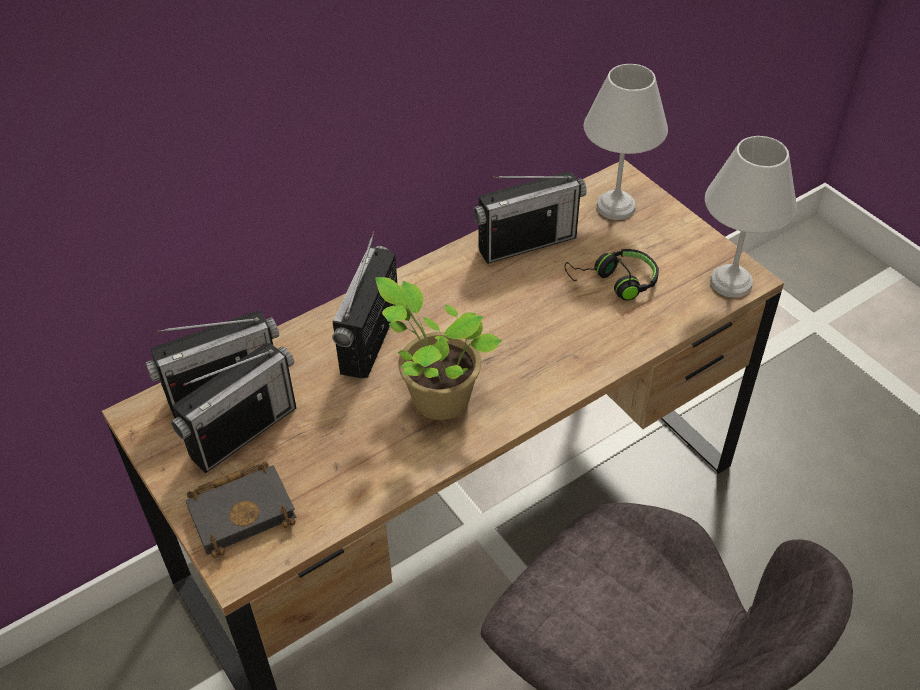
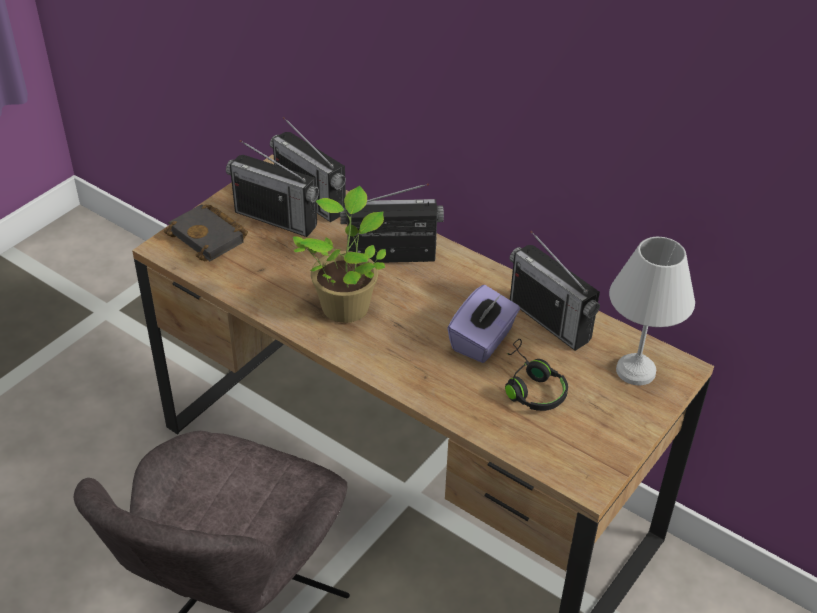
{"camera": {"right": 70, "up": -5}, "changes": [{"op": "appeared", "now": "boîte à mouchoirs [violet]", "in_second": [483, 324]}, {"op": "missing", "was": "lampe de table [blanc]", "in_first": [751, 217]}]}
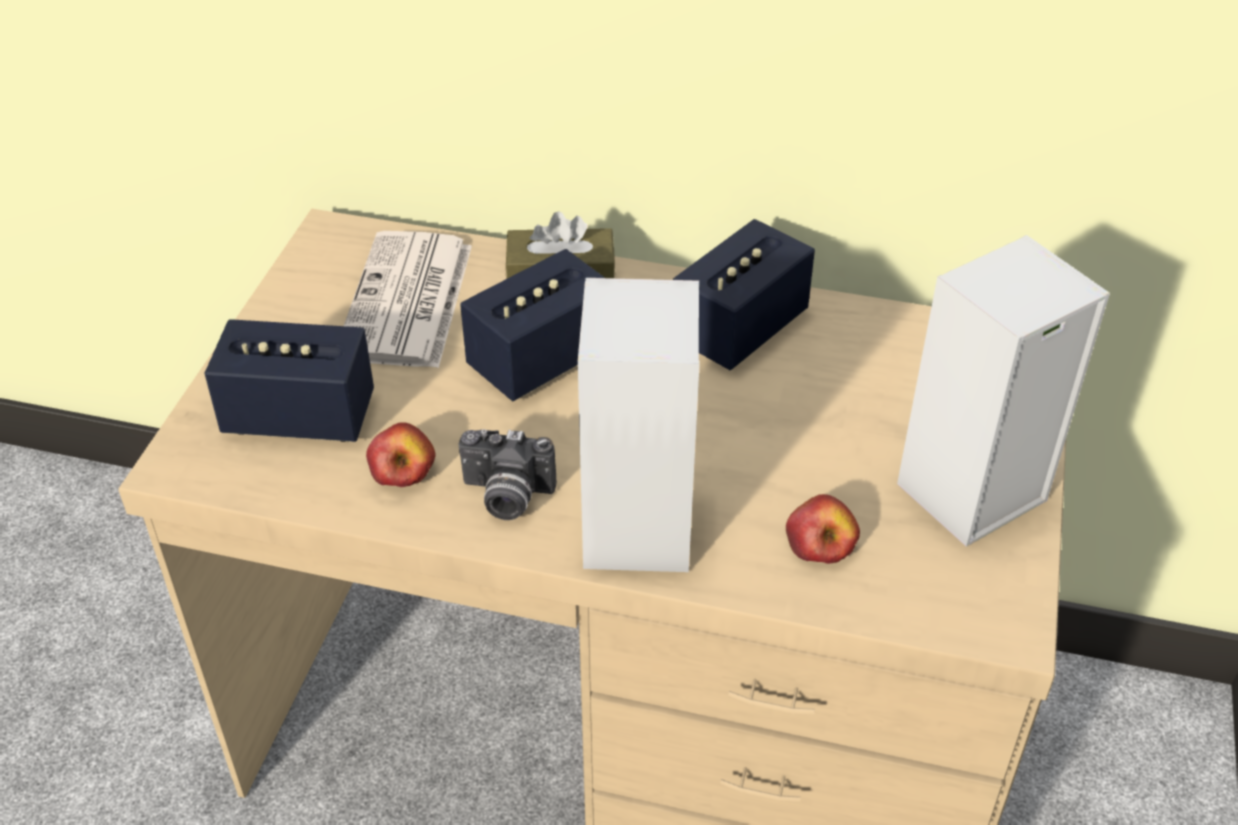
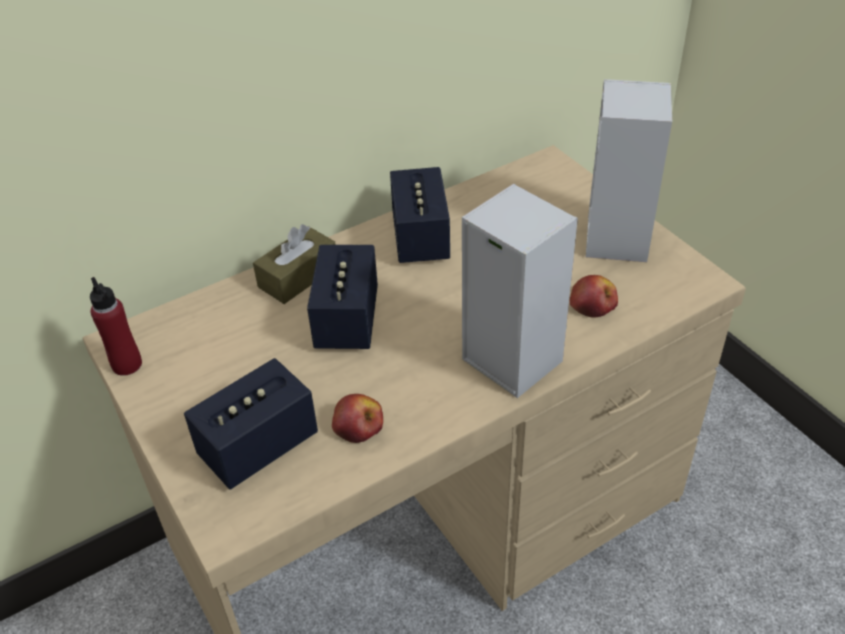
{"camera": {"right": -45, "up": 0}, "changes": [{"op": "appeared", "now": "bouteille [rouge]", "in_second": [116, 326]}, {"op": "missing", "was": "journal", "in_first": [408, 299]}, {"op": "missing", "was": "appareil photo", "in_first": [507, 474]}]}
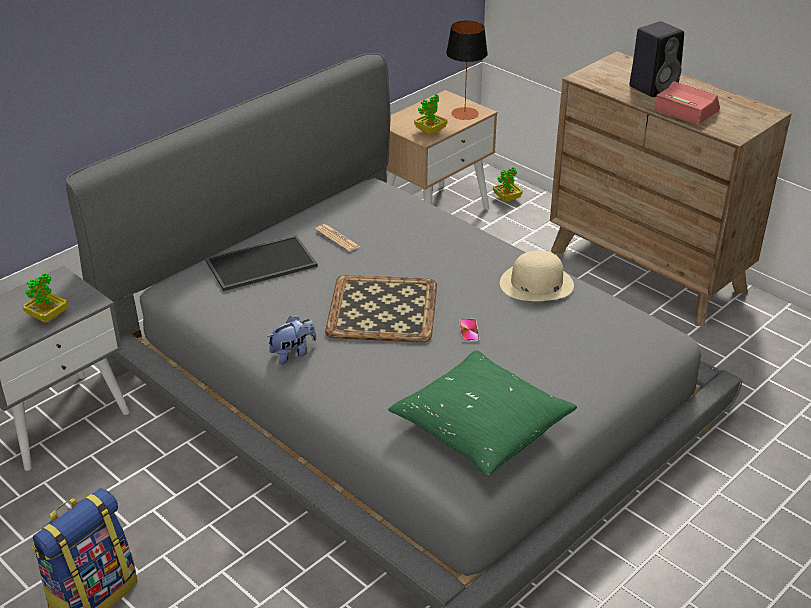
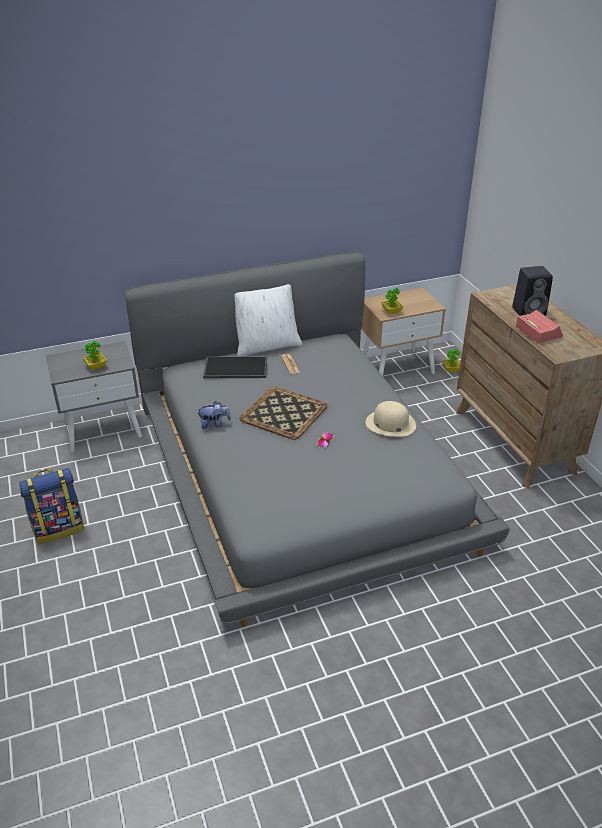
{"camera": {"right": 25, "up": 0}, "changes": [{"op": "appeared", "now": "coussin [blanc]", "in_second": [268, 320]}, {"op": "missing", "was": "coussin [vert]", "in_first": [482, 413]}, {"op": "missing", "was": "lampe de table", "in_first": [467, 70]}]}
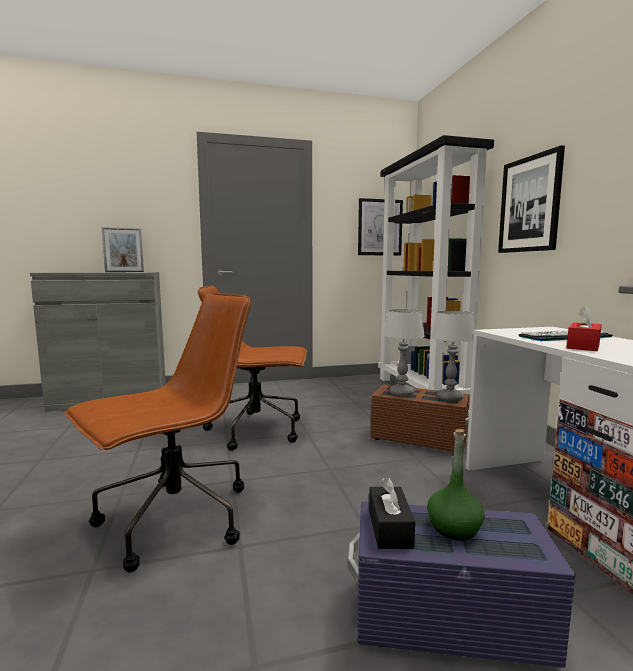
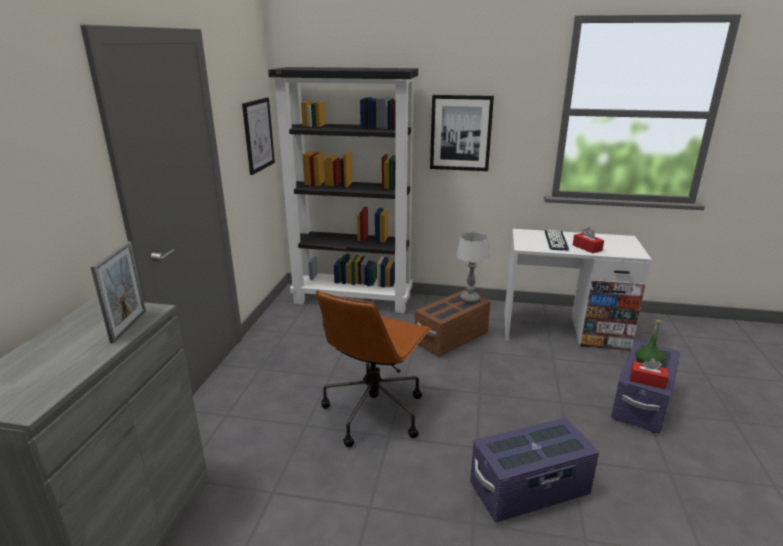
{"camera": {"right": -65, "up": 15}, "changes": [{"op": "exchanged", "was": "chaise de bureau [marron]", "now": "boîte de rangement [violet]", "in_first": [158, 433], "in_second": [534, 470]}, {"op": "colour", "was": "boîte à mouchoirs [noir]", "now": "boîte à mouchoirs [rouge]", "in_first": [392, 513], "in_second": [649, 373]}, {"op": "missing", "was": "lampe de table", "in_first": [404, 352]}]}
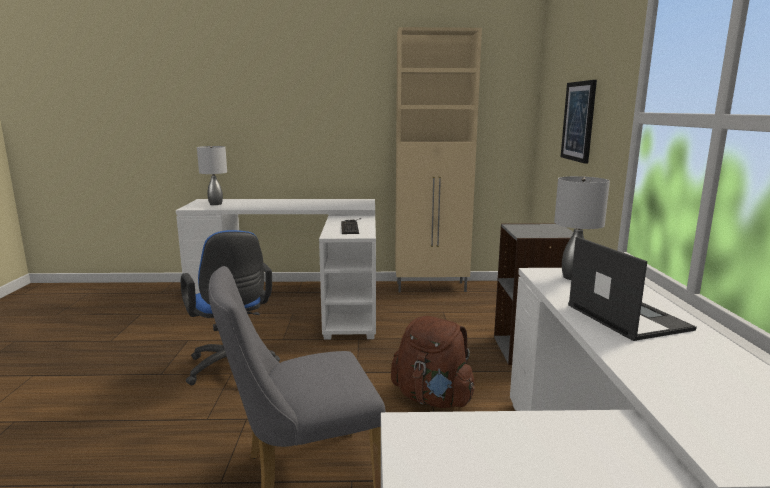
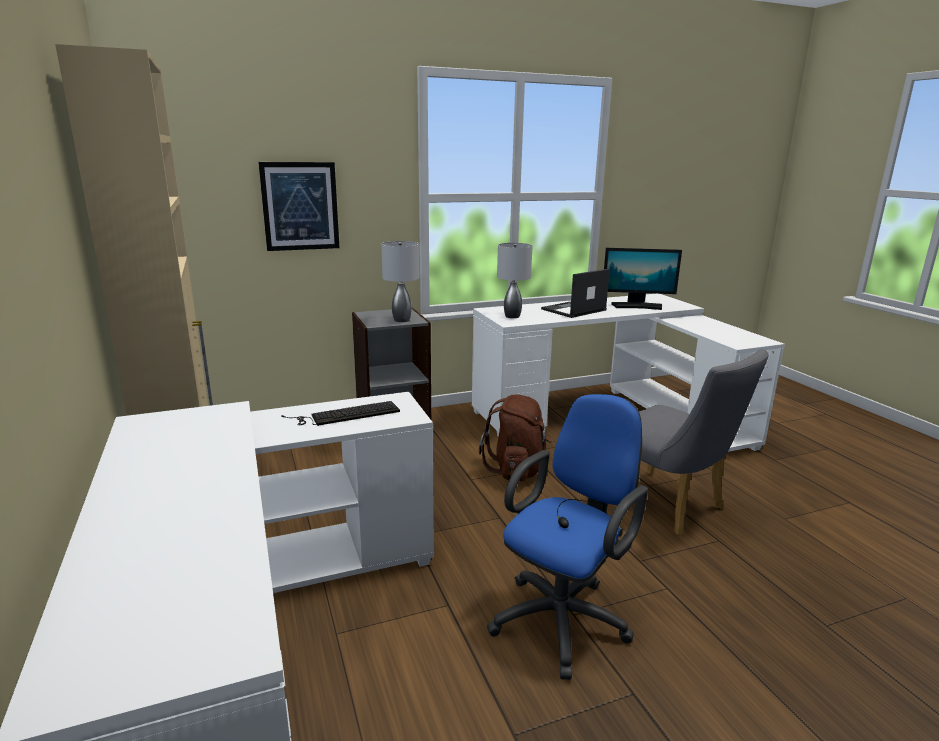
{"camera": {"right": -110, "up": 5}, "changes": [{"op": "relocated", "was": "lampe de table [gris]", "in_first": [212, 175], "in_second": [400, 281]}, {"op": "appeared", "now": "écran d'ordinateur", "in_second": [643, 279]}]}
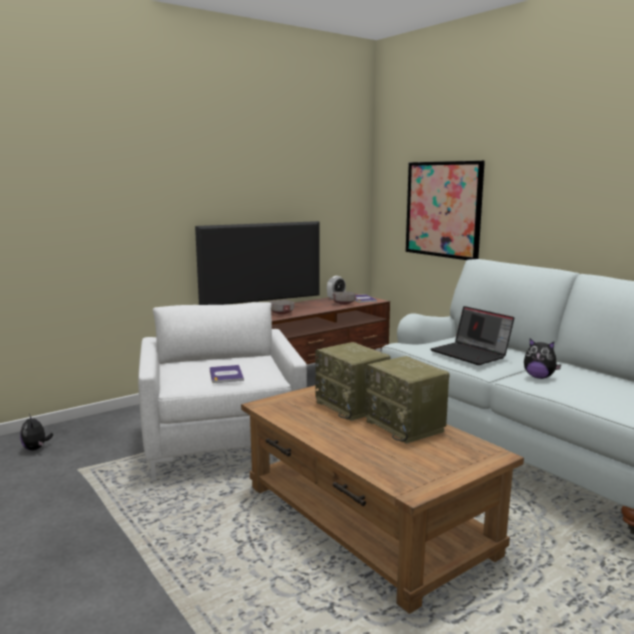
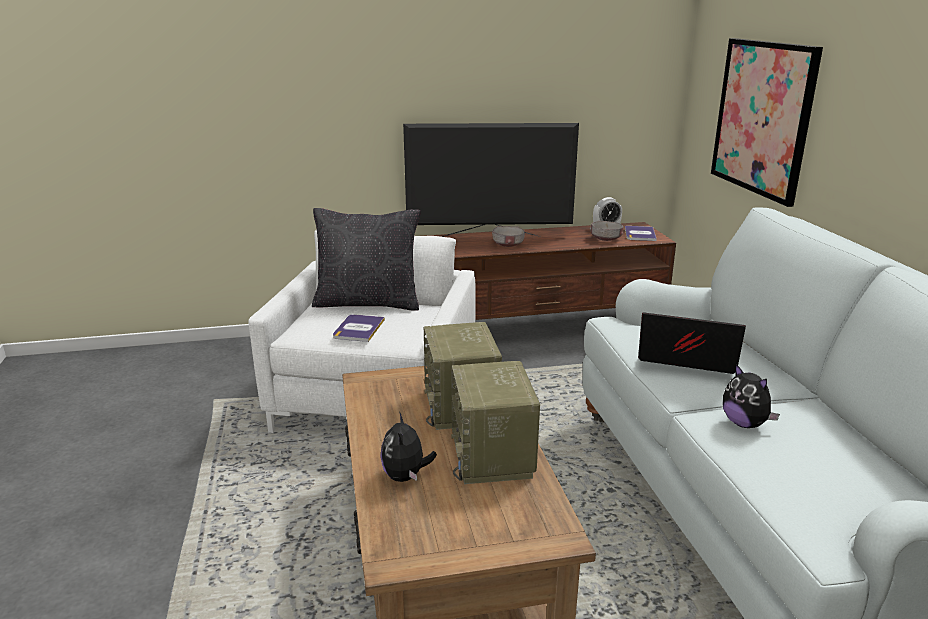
{"camera": {"right": 25, "up": 10}, "changes": [{"op": "appeared", "now": "coussin [noir]", "in_second": [366, 259]}, {"op": "relocated", "was": "peluche", "in_first": [36, 432], "in_second": [408, 447]}, {"op": "spun", "was": "ordinateur portable", "in_first": [472, 335], "in_second": [692, 343], "clockwise": 120}]}
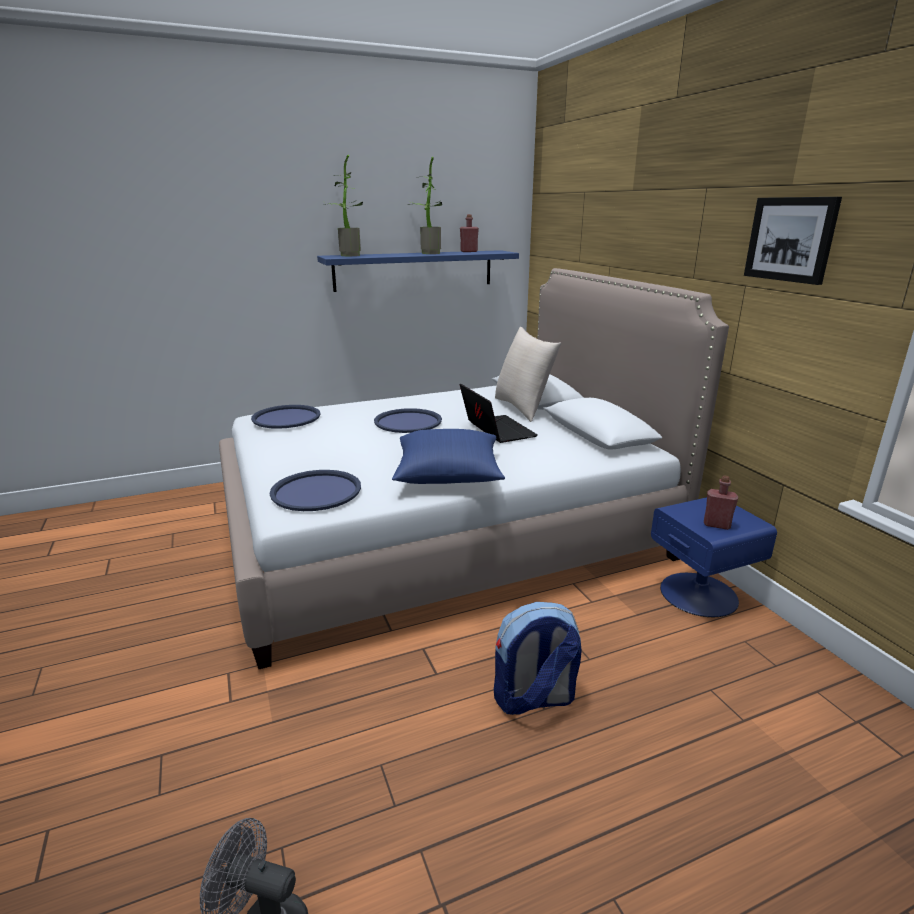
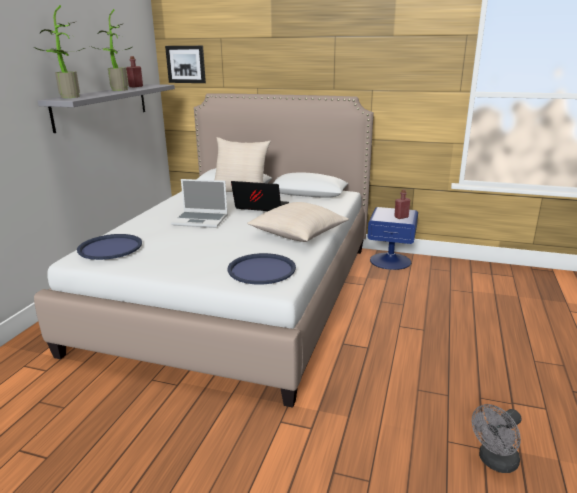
{"camera": {"right": -50, "up": 0}, "changes": [{"op": "colour", "was": "étagère [bleu]", "now": "étagère [gris]", "in_first": [418, 271], "in_second": [106, 108]}, {"op": "relocated", "was": "tableau", "in_first": [793, 241], "in_second": [185, 64]}, {"op": "exchanged", "was": "plateau [bleu]", "now": "ordinateur portable", "in_first": [408, 420], "in_second": [199, 203]}, {"op": "colour", "was": "coussin [bleu]", "now": "coussin [beige]", "in_first": [448, 456], "in_second": [298, 222]}, {"op": "missing", "was": "sac à dos", "in_first": [538, 658]}]}
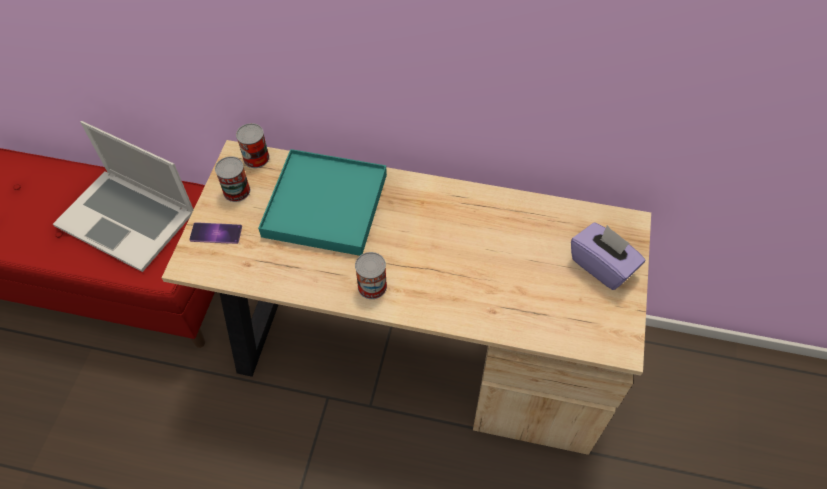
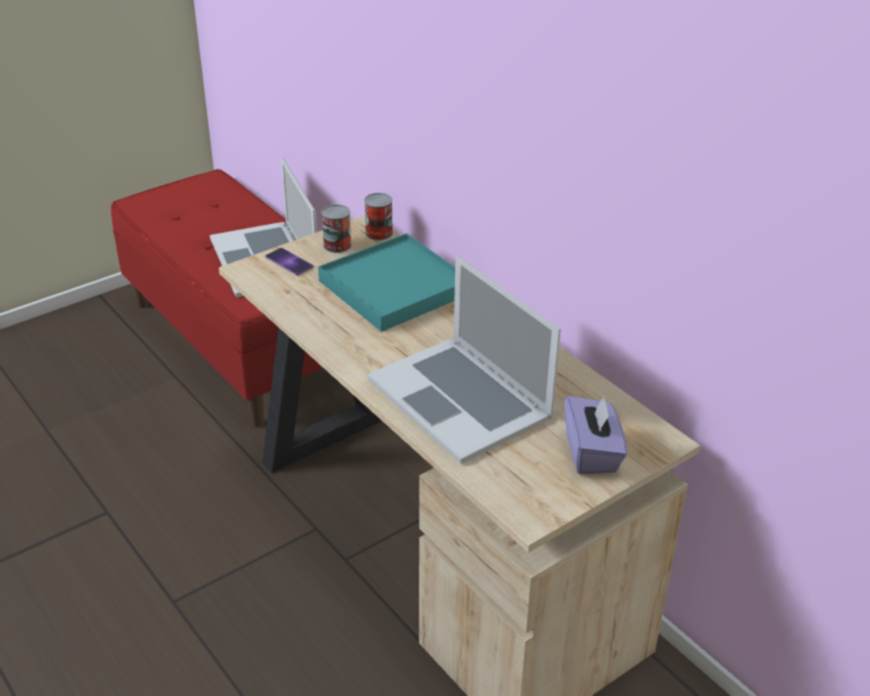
{"camera": {"right": 40, "up": -20}, "changes": [{"op": "appeared", "now": "ordinateur portable", "in_second": [464, 359]}, {"op": "missing", "was": "boîte métallique", "in_first": [371, 275]}]}
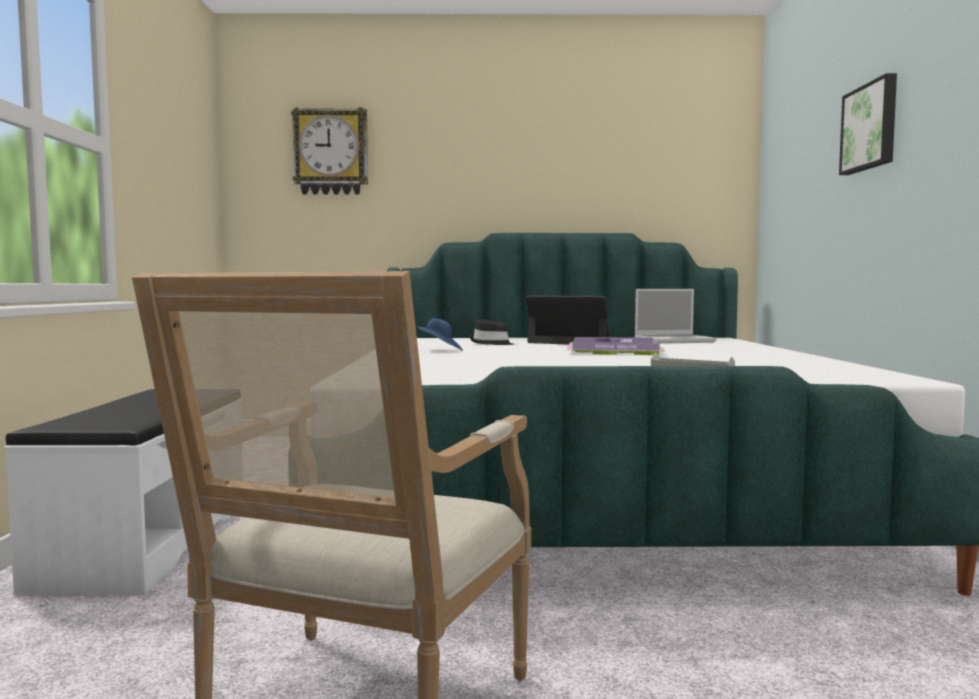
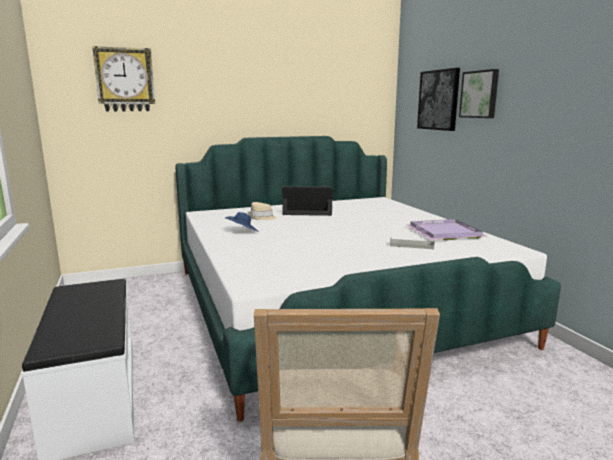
{"camera": {"right": -20, "up": 10}, "changes": [{"op": "colour", "was": "chapeau [noir]", "now": "chapeau [beige]", "in_first": [491, 332], "in_second": [262, 211]}, {"op": "relocated", "was": "plateau [violet]", "in_first": [616, 346], "in_second": [446, 229]}, {"op": "appeared", "now": "tableau", "in_second": [438, 99]}, {"op": "missing", "was": "ordinateur portable", "in_first": [675, 316]}]}
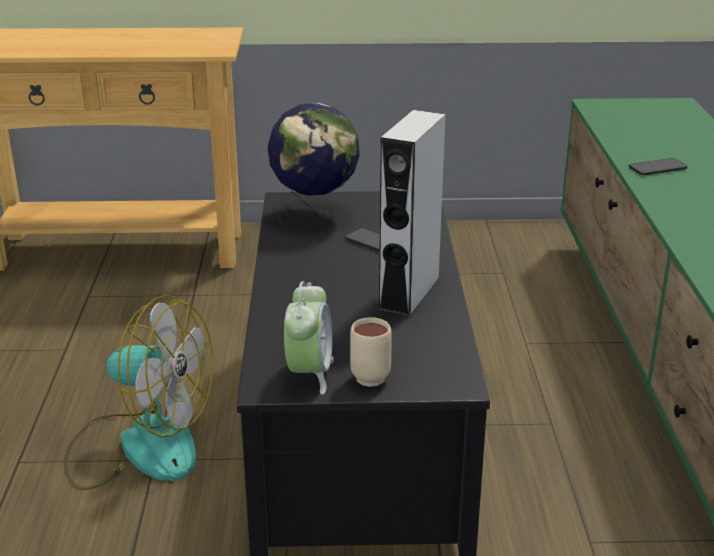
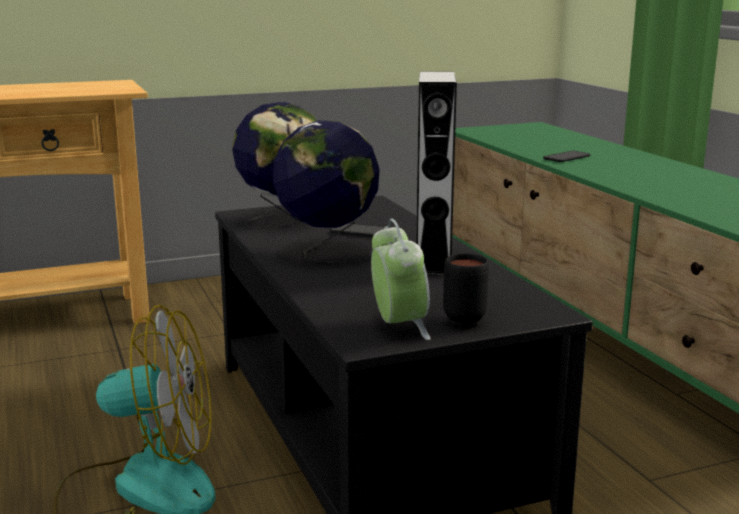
{"camera": {"right": -20, "up": -10}, "changes": [{"op": "appeared", "now": "globe", "in_second": [326, 191]}, {"op": "colour", "was": "mug [beige]", "now": "mug [noir]", "in_first": [371, 352], "in_second": [466, 290]}]}
